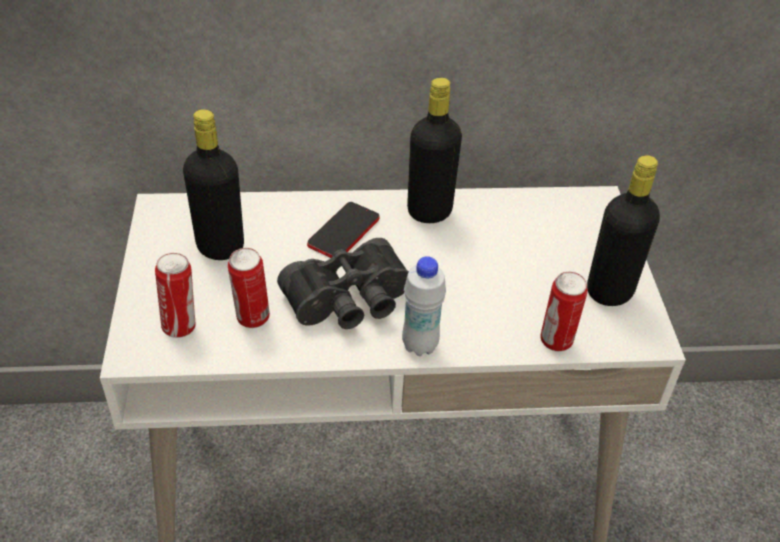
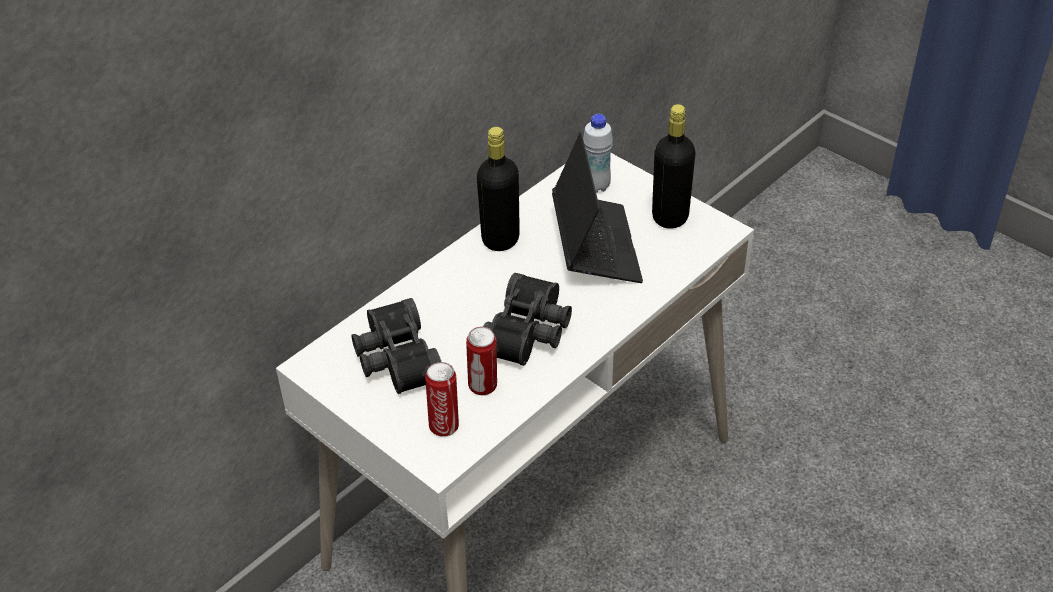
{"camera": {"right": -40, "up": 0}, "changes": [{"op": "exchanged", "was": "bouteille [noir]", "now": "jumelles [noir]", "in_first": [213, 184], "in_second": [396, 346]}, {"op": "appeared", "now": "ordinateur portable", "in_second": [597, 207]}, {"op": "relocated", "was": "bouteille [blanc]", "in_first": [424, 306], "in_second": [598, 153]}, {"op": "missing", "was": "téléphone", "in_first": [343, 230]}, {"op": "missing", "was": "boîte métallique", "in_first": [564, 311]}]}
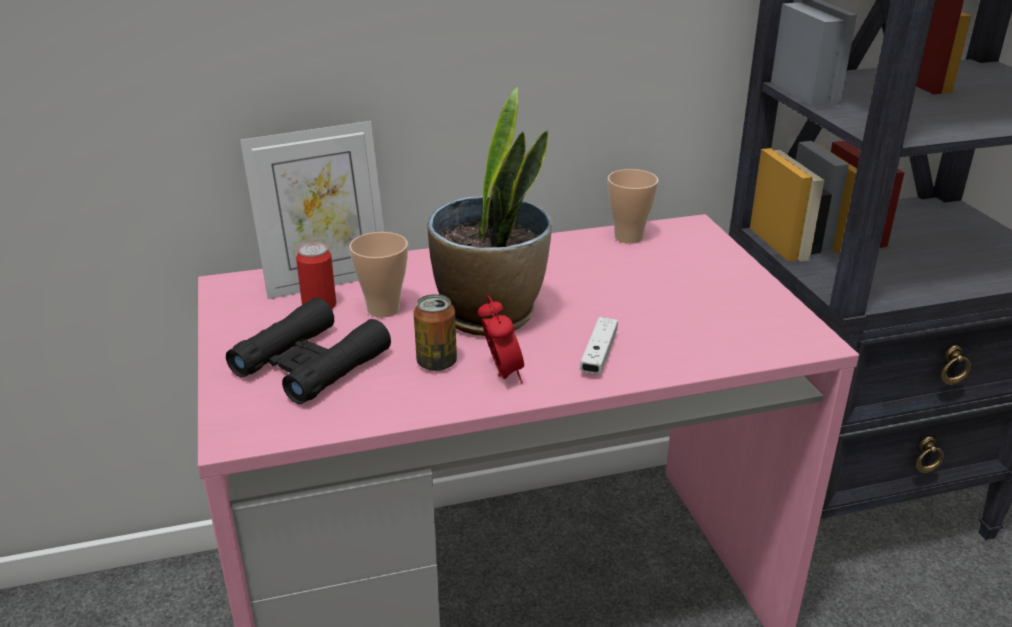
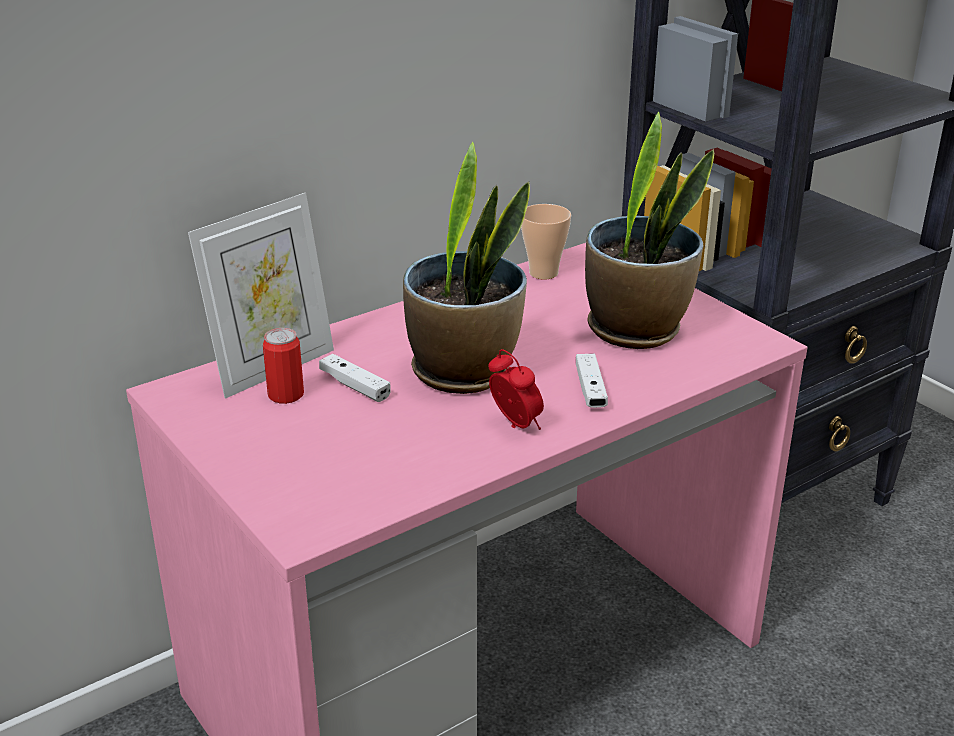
{"camera": {"right": -20, "up": 0}, "changes": [{"op": "exchanged", "was": "tasse", "now": "manette [blanc]", "in_first": [378, 274], "in_second": [355, 378]}, {"op": "appeared", "now": "plante en pot", "in_second": [649, 230]}, {"op": "missing", "was": "jumelles [noir]", "in_first": [308, 351]}, {"op": "missing", "was": "boîte métallique", "in_first": [435, 332]}]}
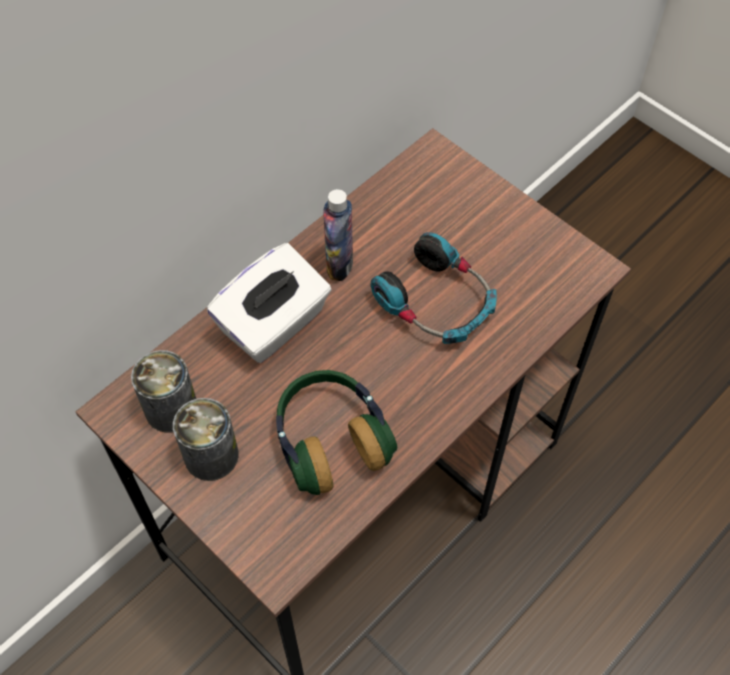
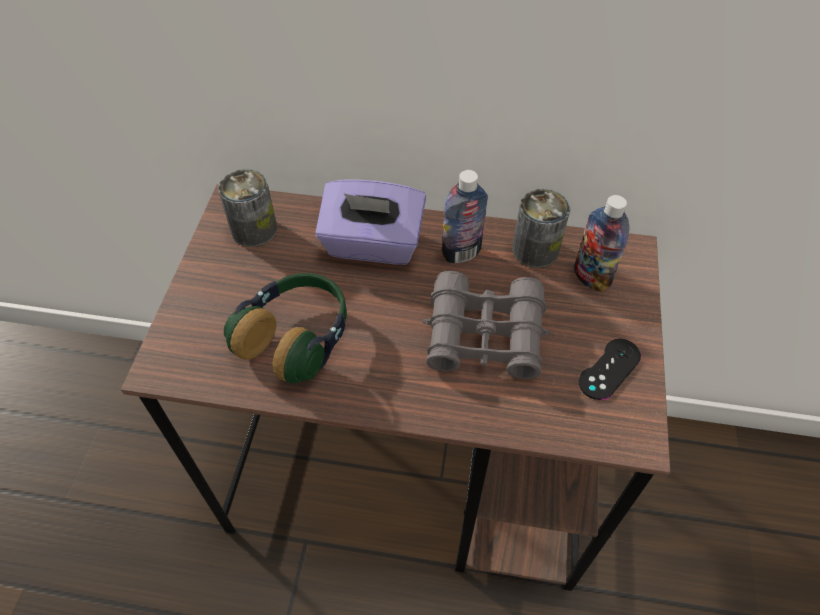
{"camera": {"right": 55, "up": -5}, "changes": [{"op": "colour", "was": "boîte à mouchoirs [blanc]", "now": "boîte à mouchoirs [violet]", "in_first": [269, 303], "in_second": [370, 222]}, {"op": "exchanged", "was": "casque audio", "now": "jumelles [gris]", "in_first": [434, 288], "in_second": [486, 325]}, {"op": "relocated", "was": "boîte métallique", "in_first": [206, 439], "in_second": [541, 228]}, {"op": "appeared", "now": "bouteille", "in_second": [602, 243]}, {"op": "appeared", "now": "manette [noir]", "in_second": [610, 369]}]}
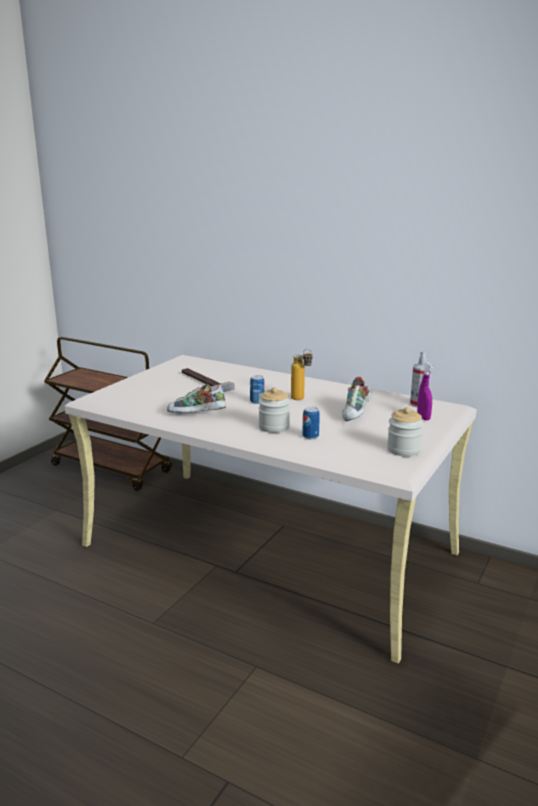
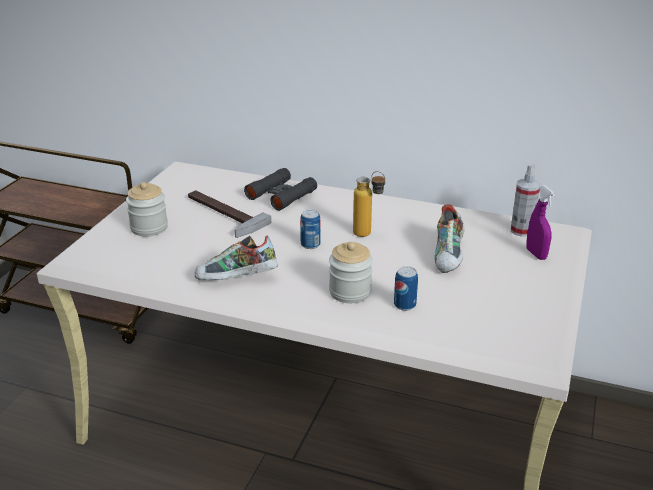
{"camera": {"right": -10, "up": 10}, "changes": [{"op": "relocated", "was": "bocal", "in_first": [405, 432], "in_second": [147, 209]}, {"op": "appeared", "now": "jumelles [noir]", "in_second": [280, 189]}]}
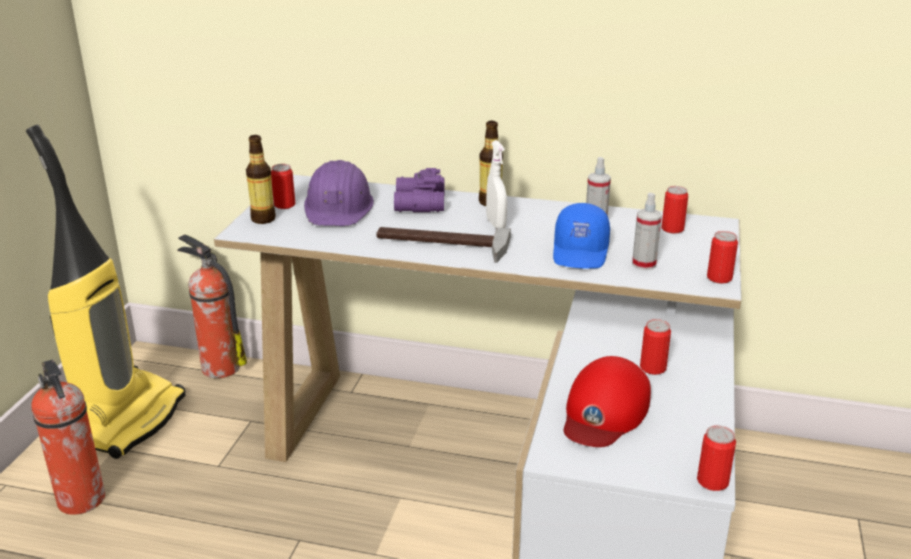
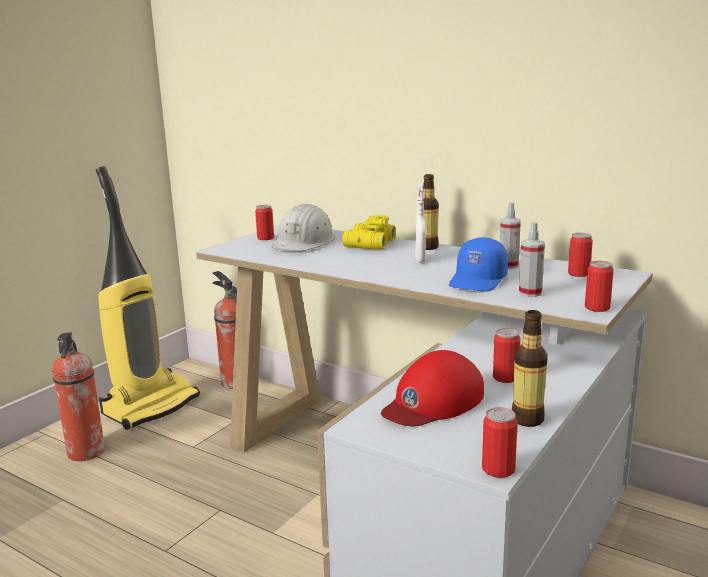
{"camera": {"right": 20, "up": -10}, "changes": [{"op": "colour", "was": "casque de chantier [violet]", "now": "casque de chantier [blanc]", "in_first": [339, 193], "in_second": [303, 227]}, {"op": "colour", "was": "jumelles [violet]", "now": "jumelles [jaune]", "in_first": [419, 190], "in_second": [369, 232]}, {"op": "relocated", "was": "bouteille", "in_first": [261, 179], "in_second": [530, 368]}, {"op": "missing", "was": "marteau", "in_first": [443, 245]}]}
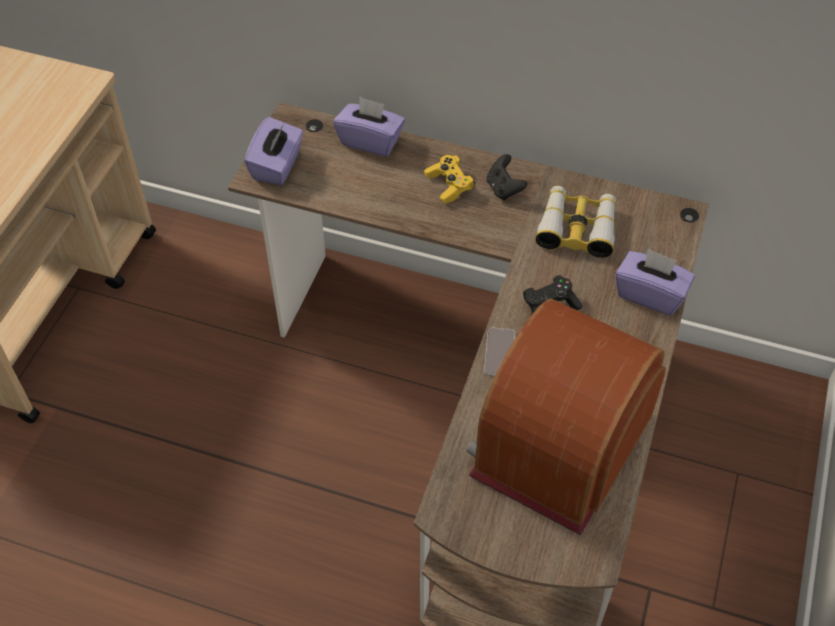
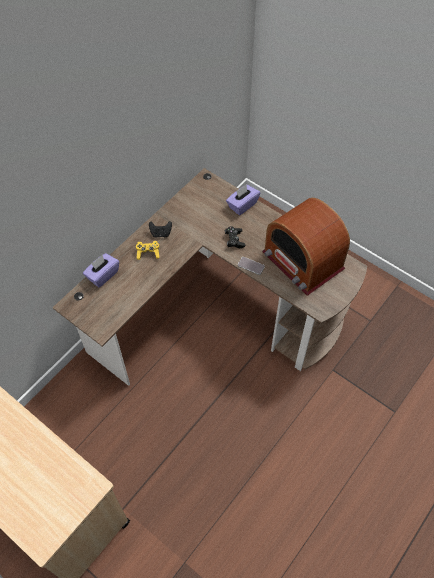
{"camera": {"right": -70, "up": 5}, "changes": [{"op": "missing", "was": "boîte à mouchoirs [violet]", "in_first": [274, 151]}, {"op": "missing", "was": "jumelles", "in_first": [575, 222]}]}
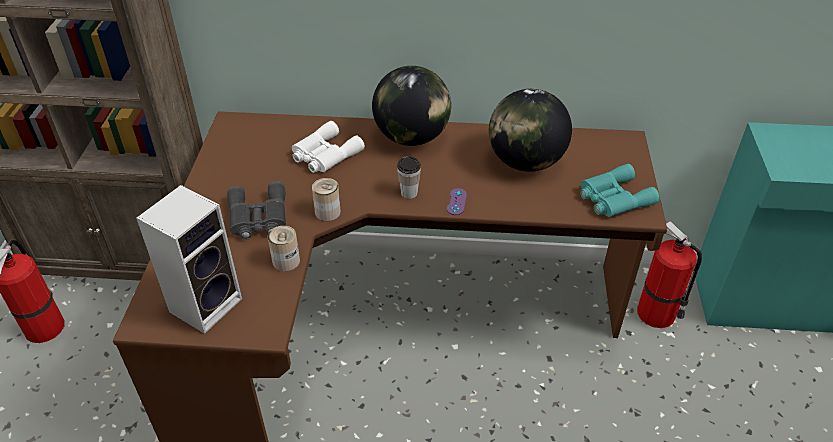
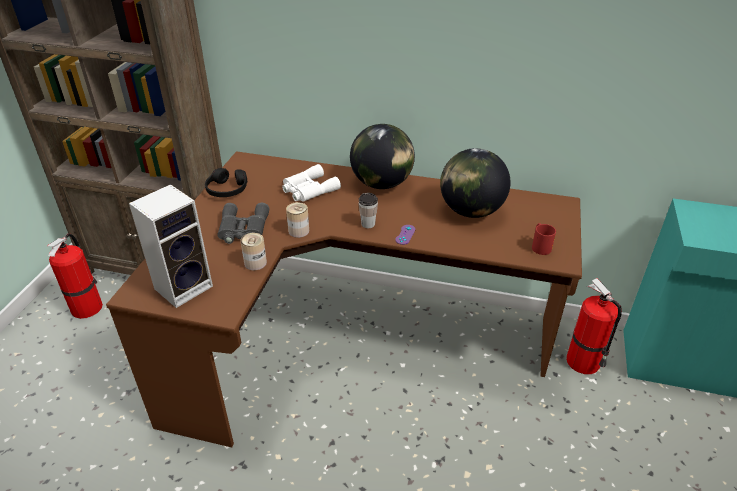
{"camera": {"right": 10, "up": -5}, "changes": [{"op": "appeared", "now": "casque audio [noir]", "in_second": [226, 182]}, {"op": "exchanged", "was": "jumelles [turquoise]", "now": "mug [rouge]", "in_first": [620, 190], "in_second": [544, 239]}]}
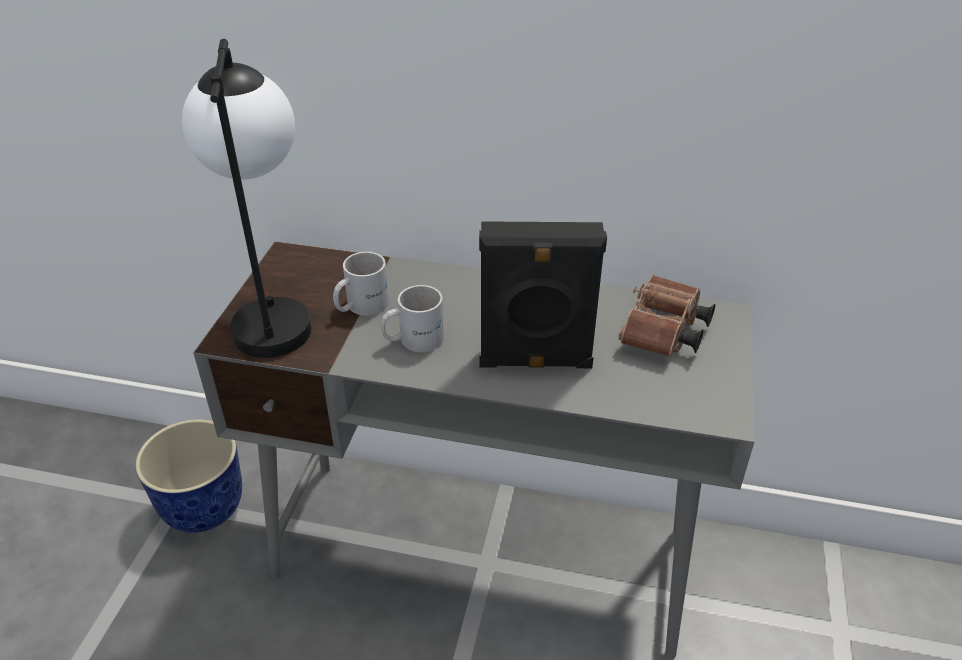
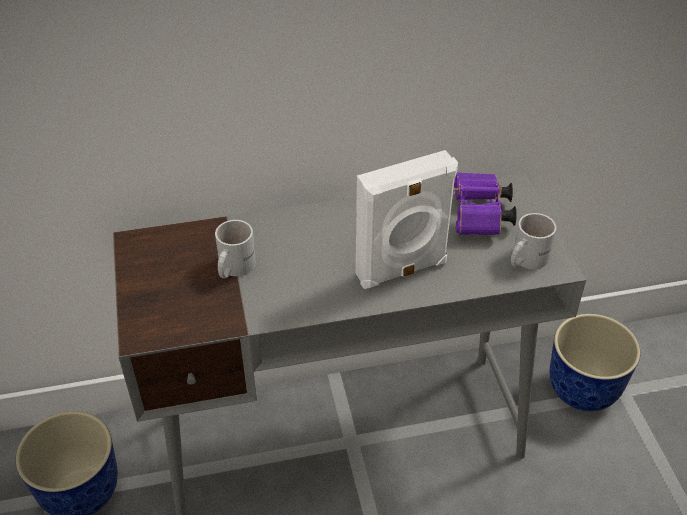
{"camera": {"right": -25, "up": 5}, "changes": [{"op": "colour", "was": "enceinte [noir]", "now": "enceinte [blanc]", "in_first": [543, 294], "in_second": [407, 219]}, {"op": "colour", "was": "jumelles [marron]", "now": "jumelles [violet]", "in_first": [667, 316], "in_second": [485, 203]}, {"op": "relocated", "was": "mug [blanc]", "in_first": [412, 318], "in_second": [533, 241]}, {"op": "appeared", "now": "cache-pot", "in_second": [595, 362]}, {"op": "missing", "was": "lampe de table", "in_first": [246, 198]}]}
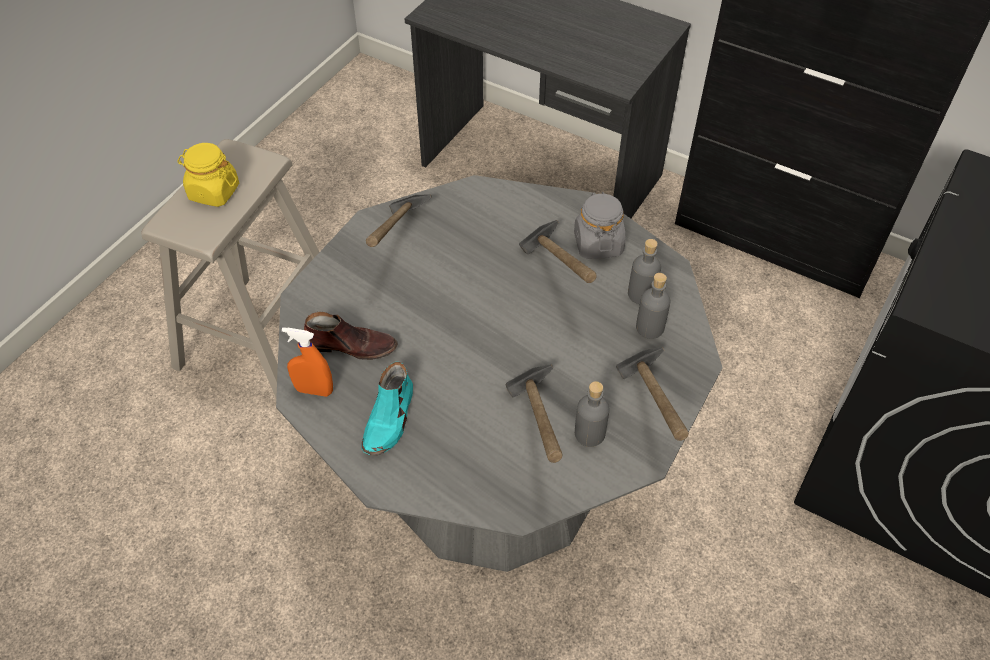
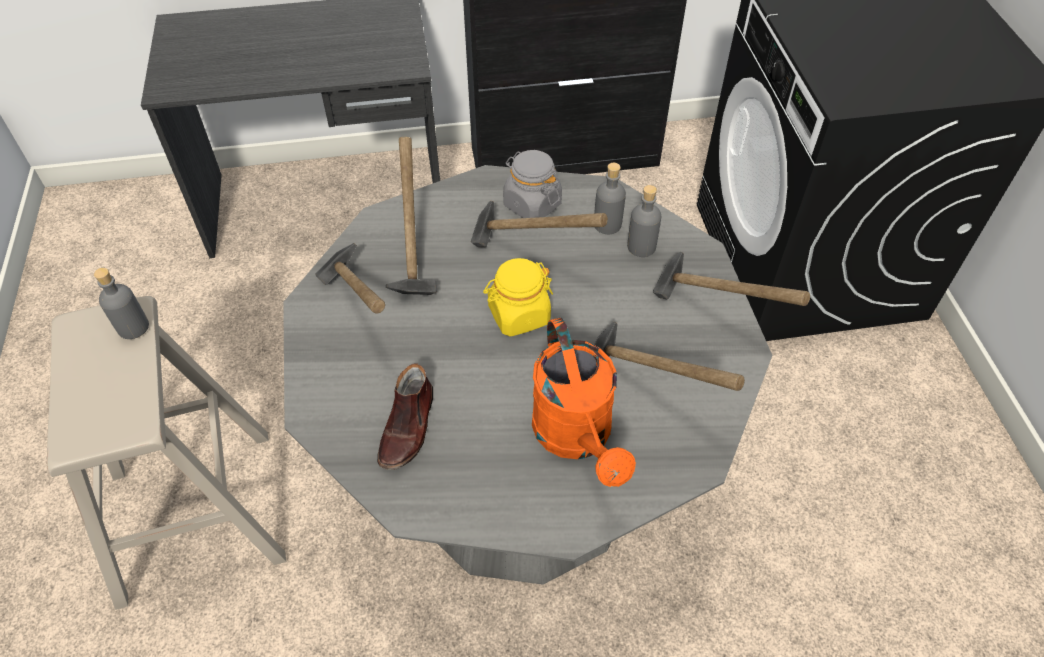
{"camera": {"right": -40, "up": 0}, "changes": [{"op": "relocated", "was": "bouteille [gris]", "in_first": [592, 414], "in_second": [121, 303]}, {"op": "spun", "was": "chaussure [marron]", "in_first": [351, 335], "in_second": [405, 417], "clockwise": 135}, {"op": "appeared", "now": "marteau", "in_second": [411, 216]}, {"op": "relocated", "was": "bocal [jaune]", "in_first": [208, 175], "in_second": [518, 297]}, {"op": "appeared", "now": "arrosoir [orange]", "in_second": [584, 402]}, {"op": "missing", "was": "vaporisateur [orange]", "in_first": [307, 362]}, {"op": "missing", "was": "chaussure [turquoise]", "in_first": [387, 409]}]}
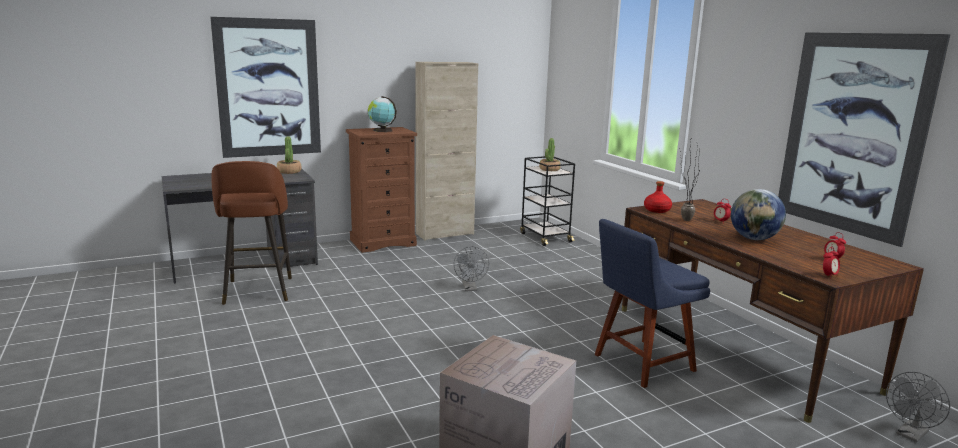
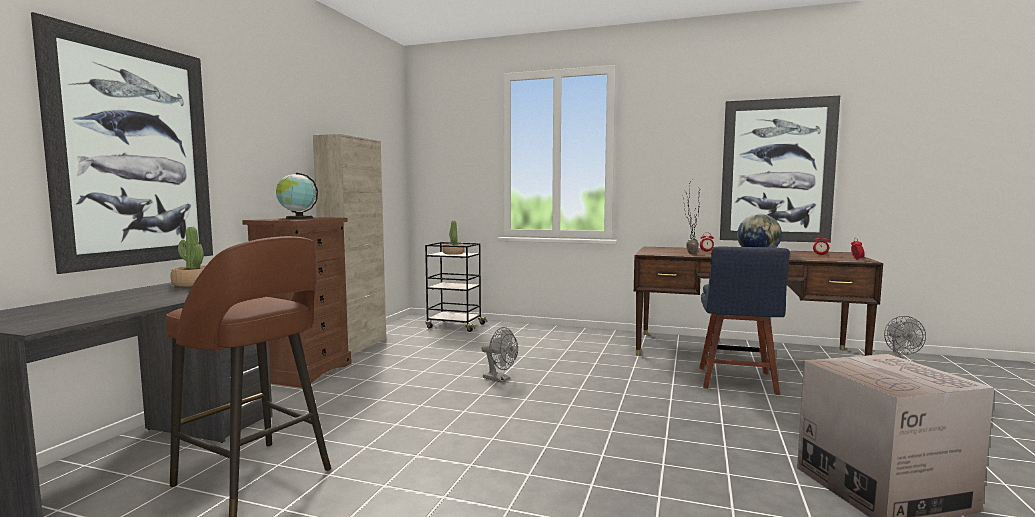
{"camera": {"right": -45, "up": -10}, "changes": [{"op": "missing", "was": "bouteille [rouge]", "in_first": [658, 197]}]}
